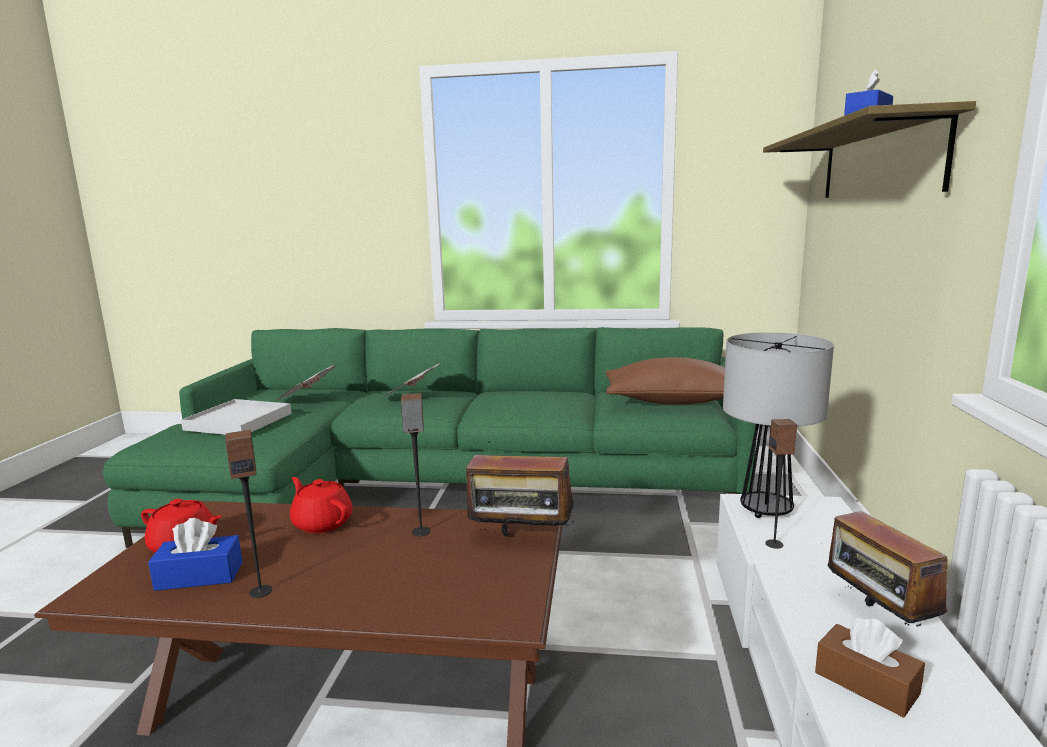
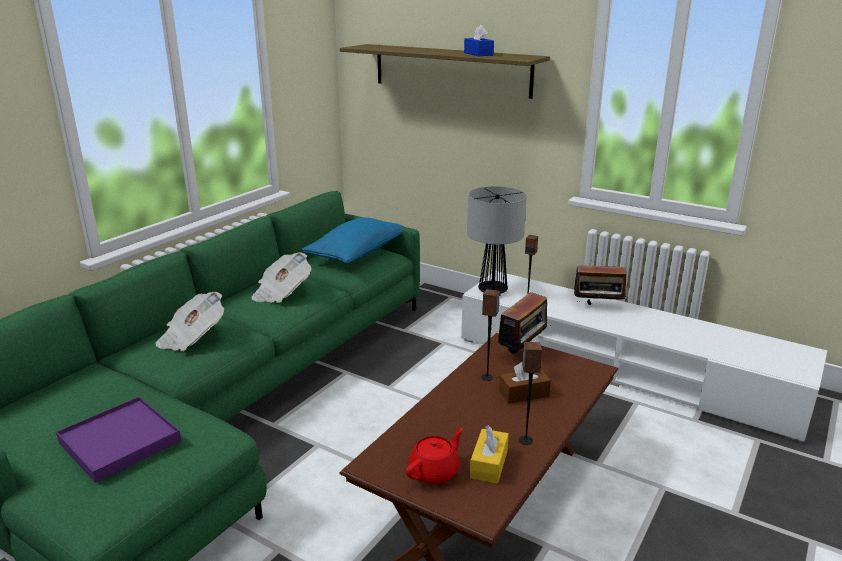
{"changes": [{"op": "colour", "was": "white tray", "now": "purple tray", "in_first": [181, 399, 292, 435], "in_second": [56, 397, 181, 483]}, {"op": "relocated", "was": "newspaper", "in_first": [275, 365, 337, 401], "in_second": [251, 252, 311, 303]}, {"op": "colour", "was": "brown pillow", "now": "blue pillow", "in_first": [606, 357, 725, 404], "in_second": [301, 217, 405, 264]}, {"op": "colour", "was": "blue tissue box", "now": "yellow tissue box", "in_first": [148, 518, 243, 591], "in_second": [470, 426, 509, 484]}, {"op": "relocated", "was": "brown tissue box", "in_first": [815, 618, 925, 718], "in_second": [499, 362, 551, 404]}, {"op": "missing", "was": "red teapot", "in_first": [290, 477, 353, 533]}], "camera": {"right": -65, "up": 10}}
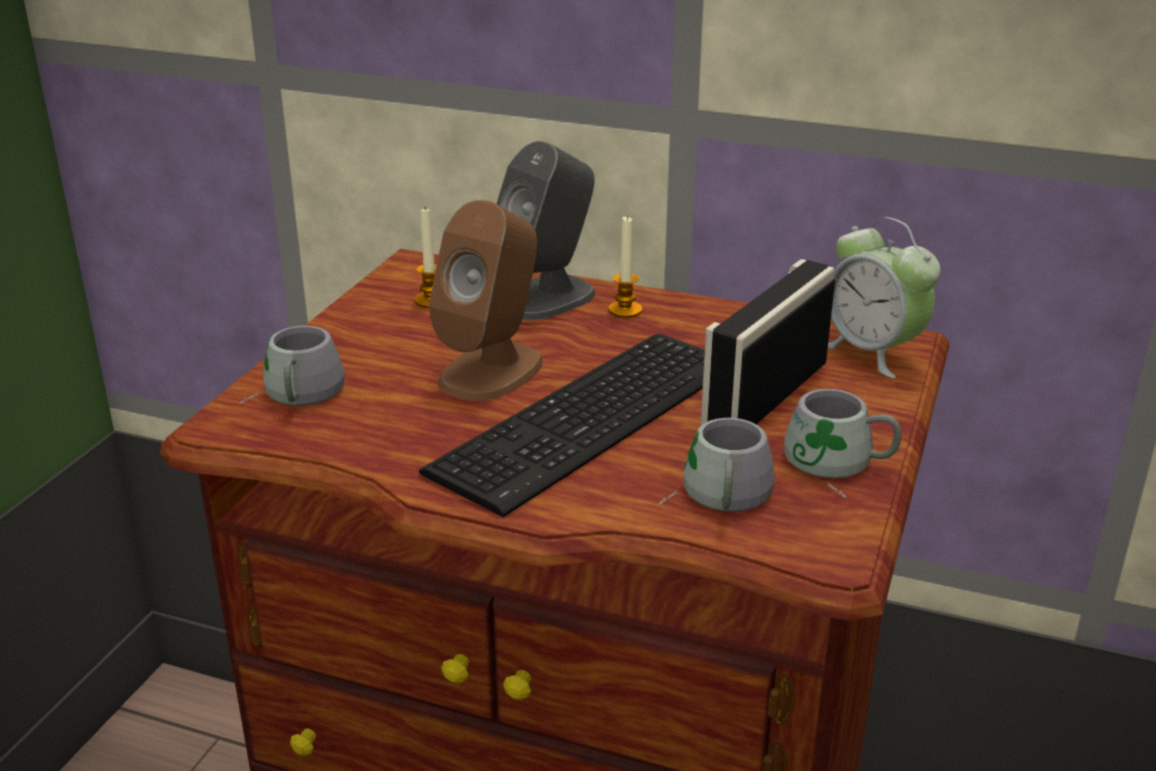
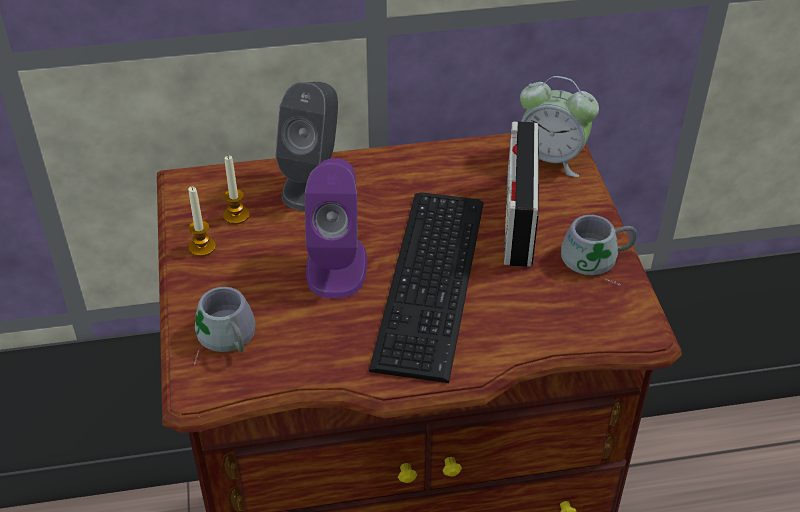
{"changes": [{"op": "relocated", "was": "candle", "in_first": [608, 215, 642, 318], "in_second": [188, 187, 216, 257]}, {"op": "colour", "was": "brown speaker", "now": "purple speaker", "in_first": [429, 200, 543, 401], "in_second": [305, 158, 367, 299]}, {"op": "missing", "was": "grey mug", "in_first": [659, 418, 775, 512]}], "camera": {"right": -30, "up": 15}}
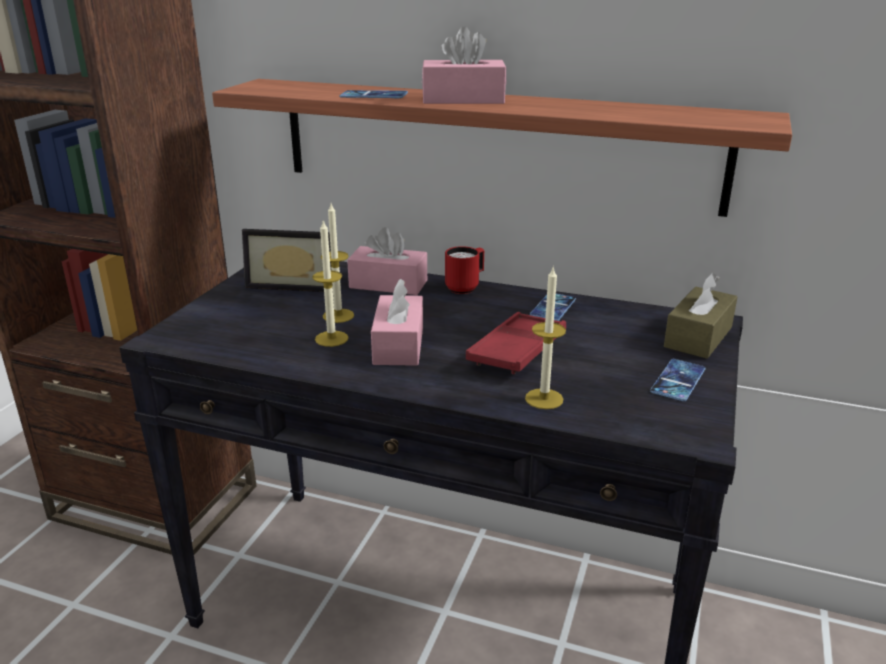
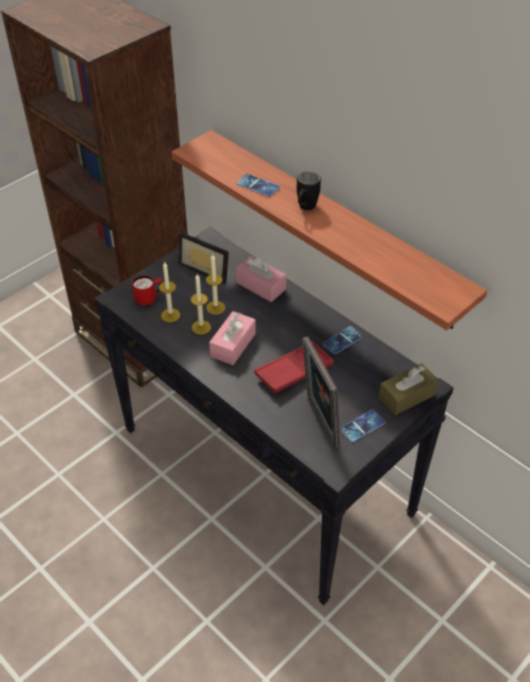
{"changes": [{"op": "relocated", "was": "red mug", "in_first": [445, 246, 484, 294], "in_second": [132, 275, 162, 306]}, {"op": "relocated", "was": "candle", "in_first": [525, 268, 566, 409], "in_second": [159, 261, 180, 322]}, {"op": "exchanged", "was": "pink tissue box", "now": "black mug", "in_first": [422, 26, 506, 104], "in_second": [297, 171, 321, 210]}, {"op": "appeared", "now": "picture frame", "in_second": [302, 336, 340, 448]}], "camera": {"right": 25, "up": 20}}
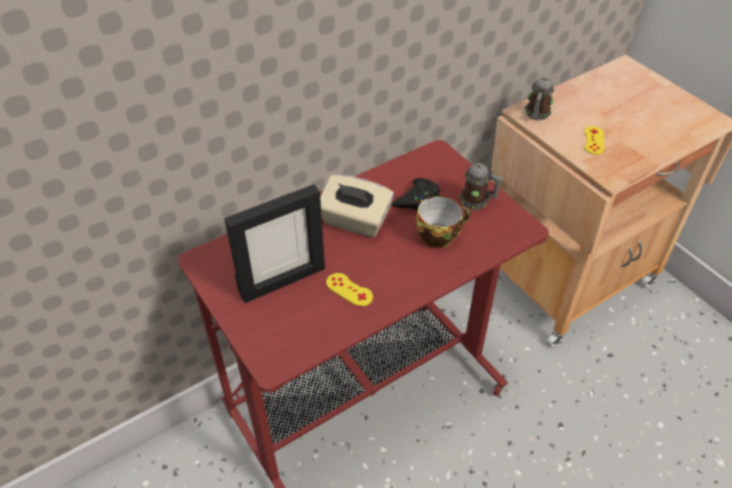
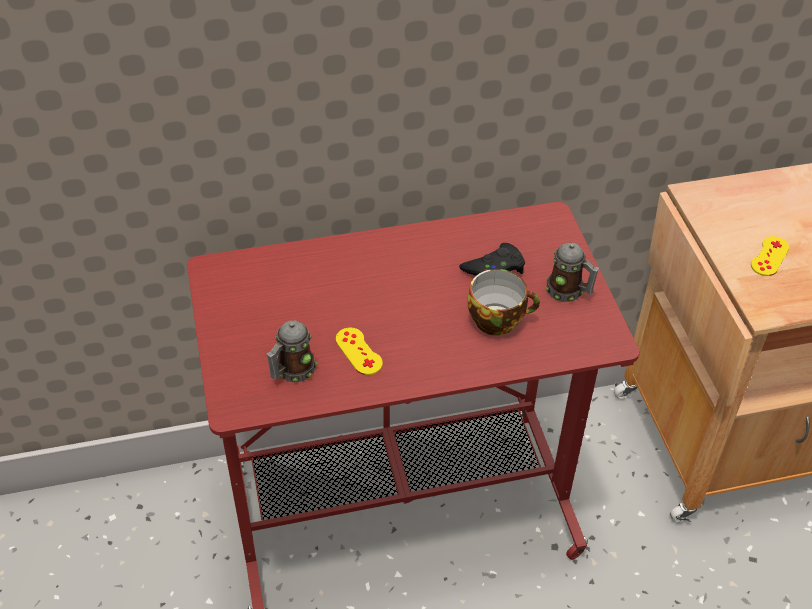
{"changes": [{"op": "relocated", "was": "mug", "in_first": [525, 78, 554, 120], "in_second": [266, 320, 317, 383]}, {"op": "missing", "was": "picture frame", "in_first": [224, 184, 325, 303]}, {"op": "missing", "was": "beige tissue box", "in_first": [320, 175, 394, 238]}], "camera": {"right": 20, "up": 0}}
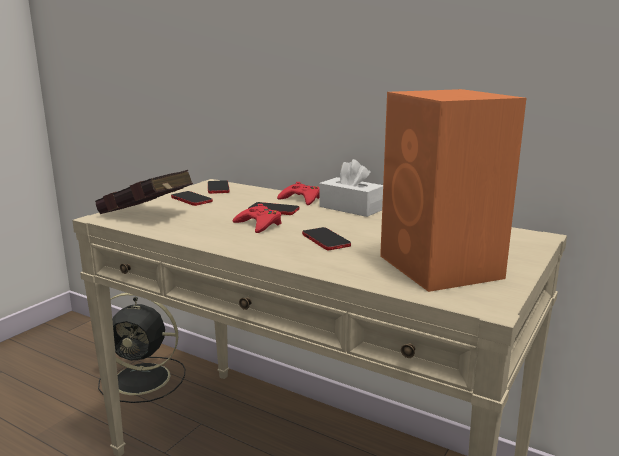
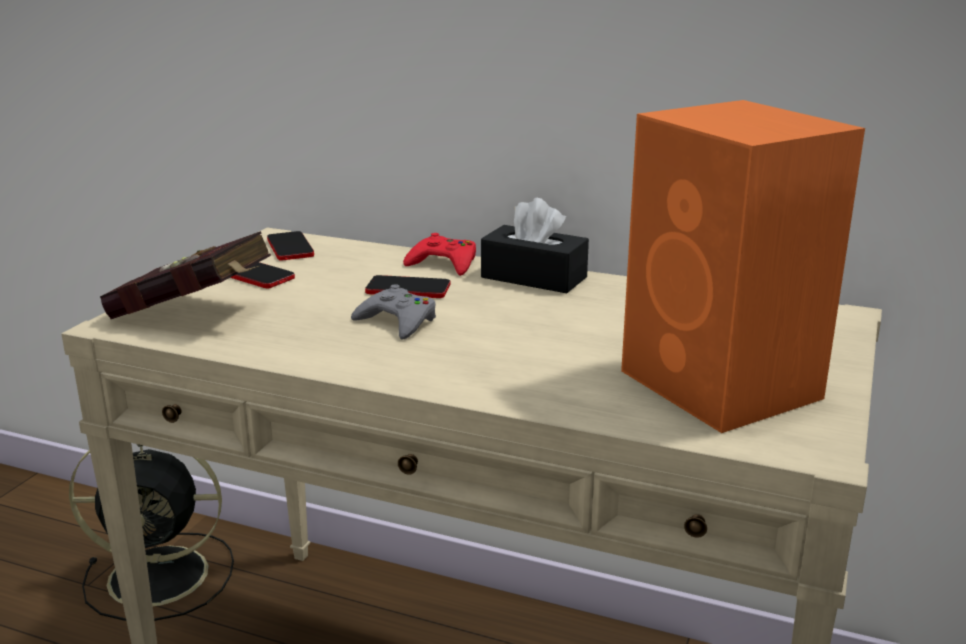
{"changes": [{"op": "colour", "was": "red game controller", "now": "grey game controller", "in_first": [233, 204, 282, 233], "in_second": [351, 284, 436, 340]}, {"op": "colour", "was": "white tissue box", "now": "black tissue box", "in_first": [320, 159, 383, 217], "in_second": [481, 198, 589, 293]}, {"op": "missing", "was": "phone", "in_first": [302, 227, 351, 251]}], "camera": {"right": -10, "up": 5}}
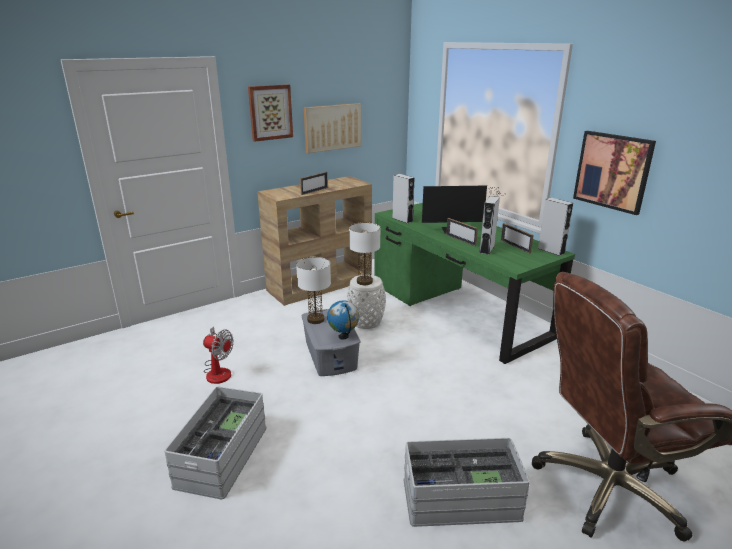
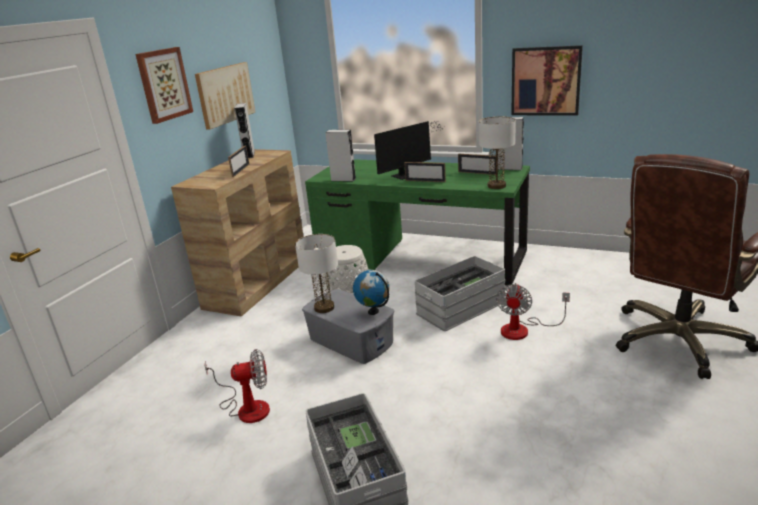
{"changes": [{"op": "relocated", "was": "grey speaker", "in_first": [479, 196, 500, 255], "in_second": [234, 103, 255, 158]}, {"op": "relocated", "was": "grey storage box", "in_first": [404, 438, 530, 527], "in_second": [415, 256, 505, 331]}, {"op": "relocated", "was": "table lamp", "in_first": [349, 222, 380, 285], "in_second": [479, 117, 516, 189]}, {"op": "appeared", "now": "fan", "in_second": [496, 283, 570, 340]}], "camera": {"right": -30, "up": 0}}
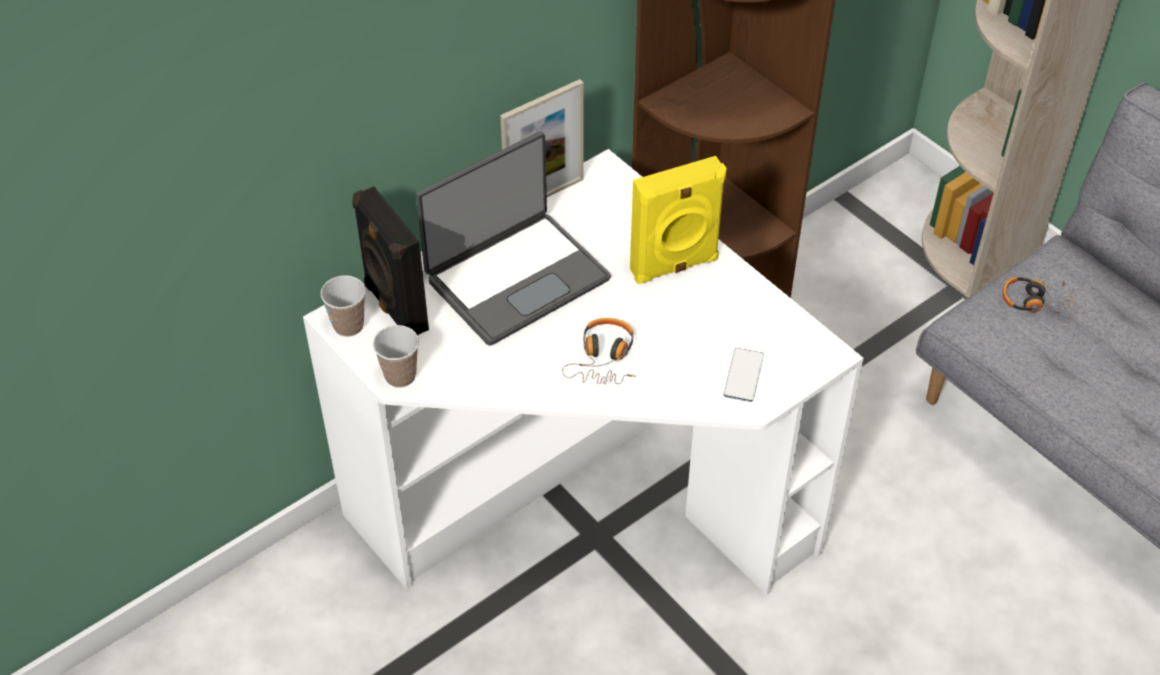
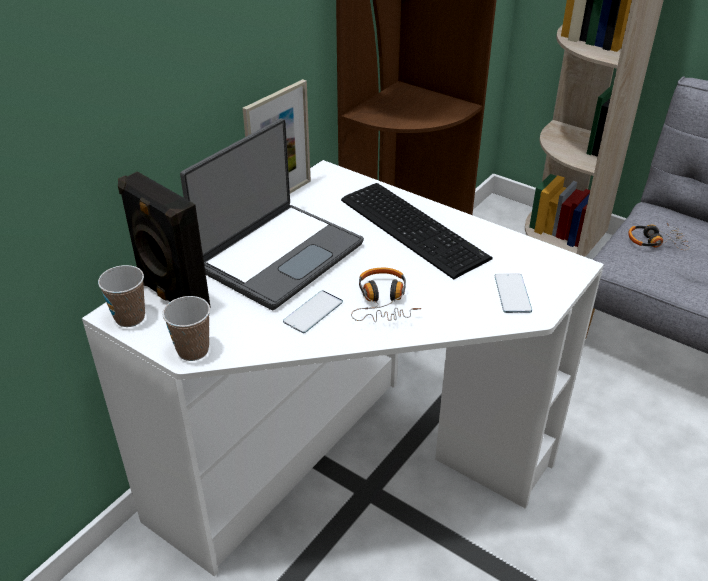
{"changes": [{"op": "appeared", "now": "phone", "in_second": [283, 290, 343, 333]}, {"op": "exchanged", "was": "yellow speaker", "now": "keyboard", "in_first": [630, 156, 727, 284], "in_second": [341, 183, 493, 279]}], "camera": {"right": -15, "up": -10}}
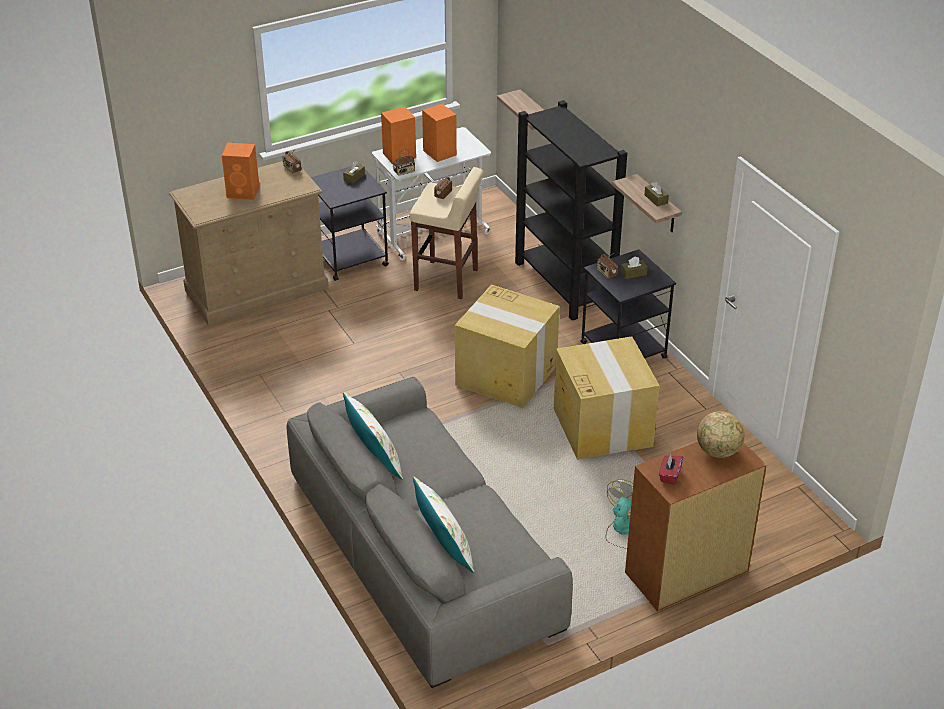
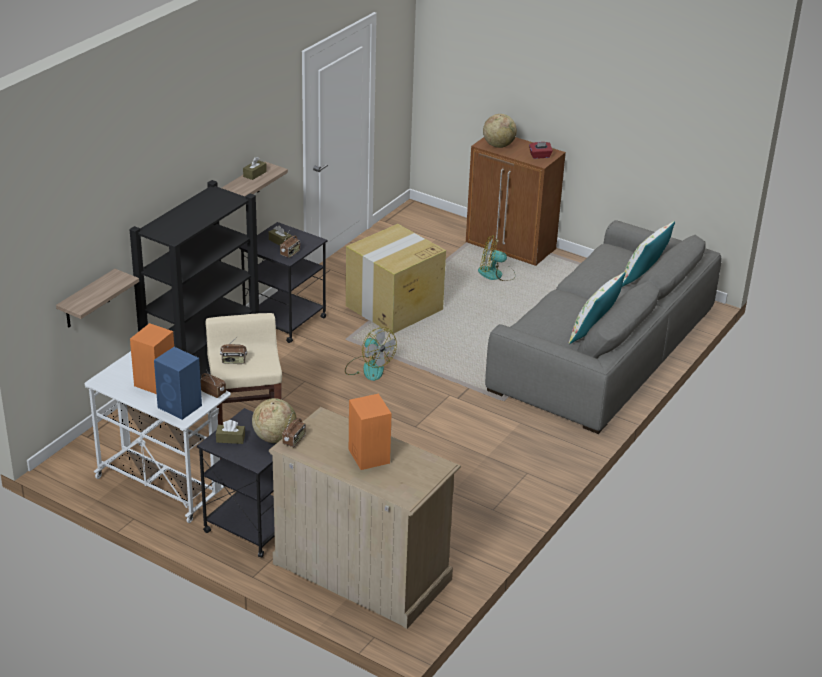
{"changes": [{"op": "colour", "was": "orange speaker", "now": "blue speaker", "in_first": [381, 107, 416, 164], "in_second": [154, 347, 202, 420]}, {"op": "appeared", "now": "globe", "in_second": [252, 398, 297, 443]}, {"op": "exchanged", "was": "cardboard box", "now": "fan", "in_first": [455, 284, 560, 408], "in_second": [345, 327, 397, 381]}], "camera": {"right": -120, "up": -5}}
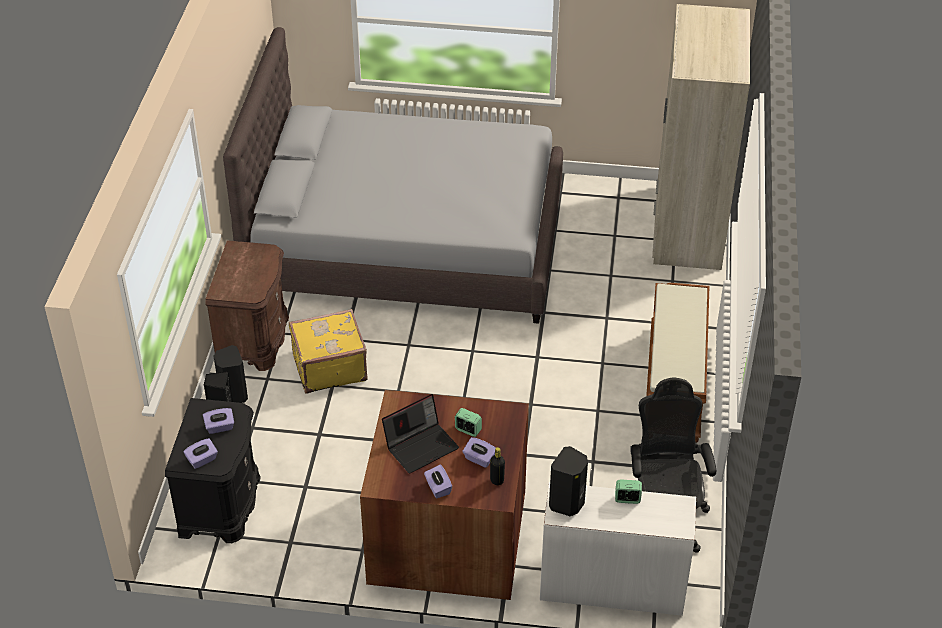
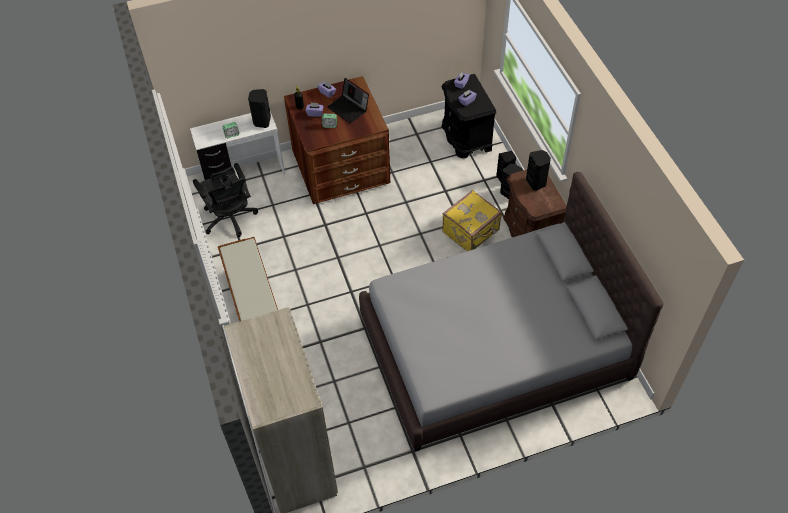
{"changes": [{"op": "spun", "was": "laptop", "in_first": [382, 394, 459, 473], "in_second": [327, 78, 369, 123], "clockwise": -75}, {"op": "appeared", "now": "black speaker", "in_second": [526, 150, 551, 191]}], "camera": {"right": 155, "up": 10}}
